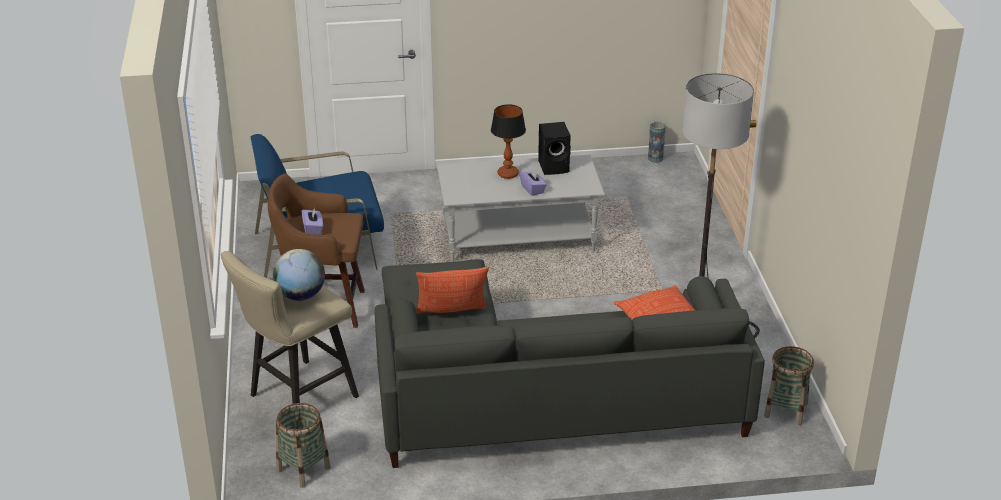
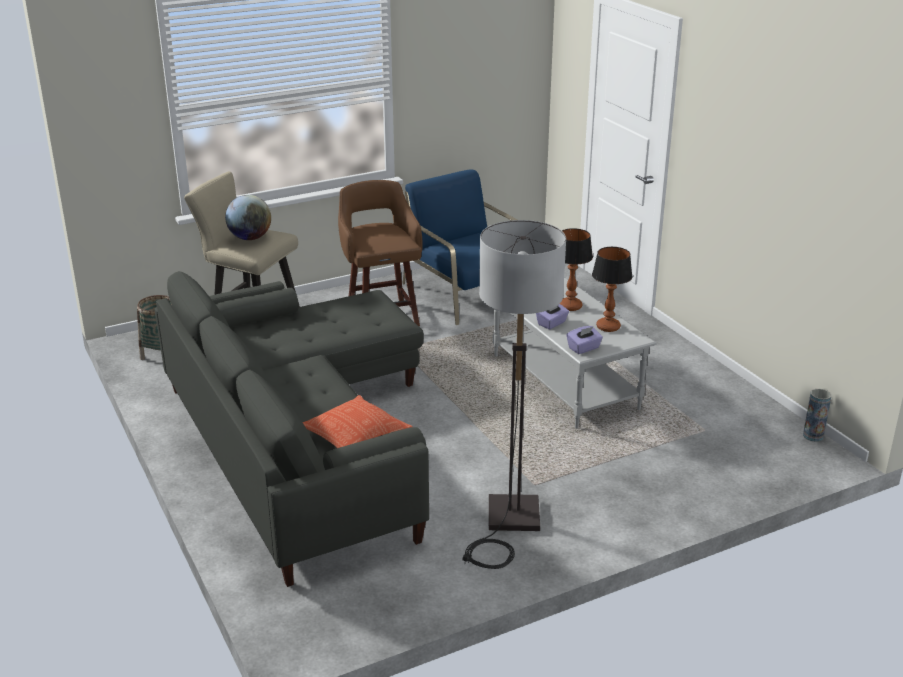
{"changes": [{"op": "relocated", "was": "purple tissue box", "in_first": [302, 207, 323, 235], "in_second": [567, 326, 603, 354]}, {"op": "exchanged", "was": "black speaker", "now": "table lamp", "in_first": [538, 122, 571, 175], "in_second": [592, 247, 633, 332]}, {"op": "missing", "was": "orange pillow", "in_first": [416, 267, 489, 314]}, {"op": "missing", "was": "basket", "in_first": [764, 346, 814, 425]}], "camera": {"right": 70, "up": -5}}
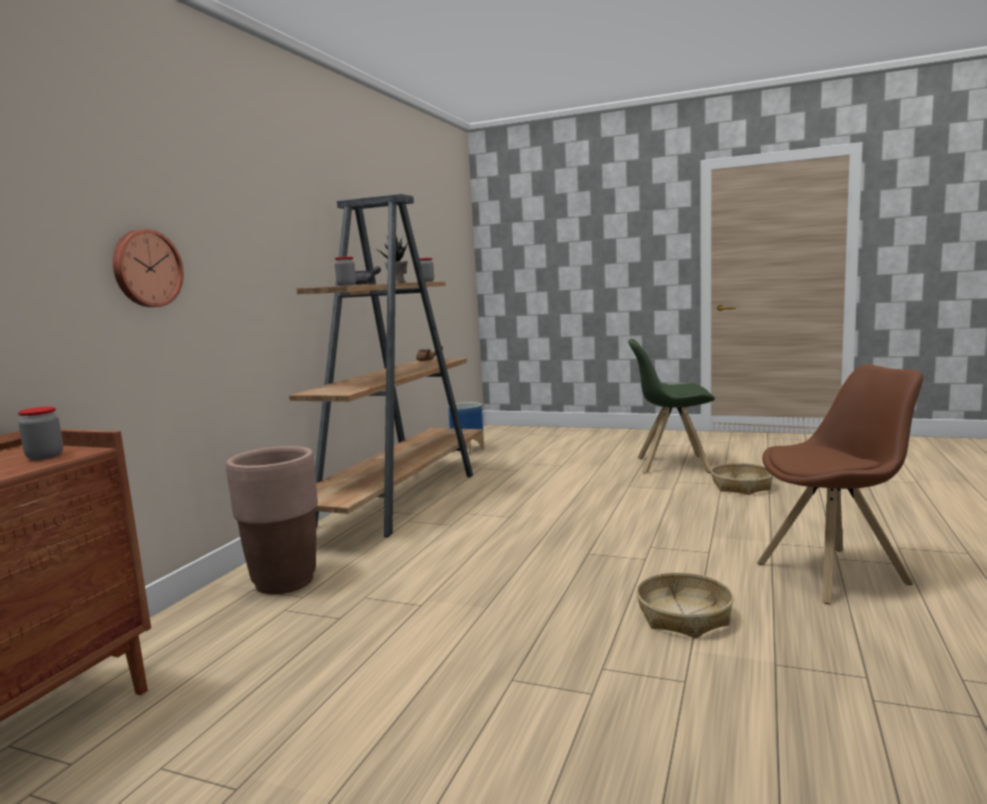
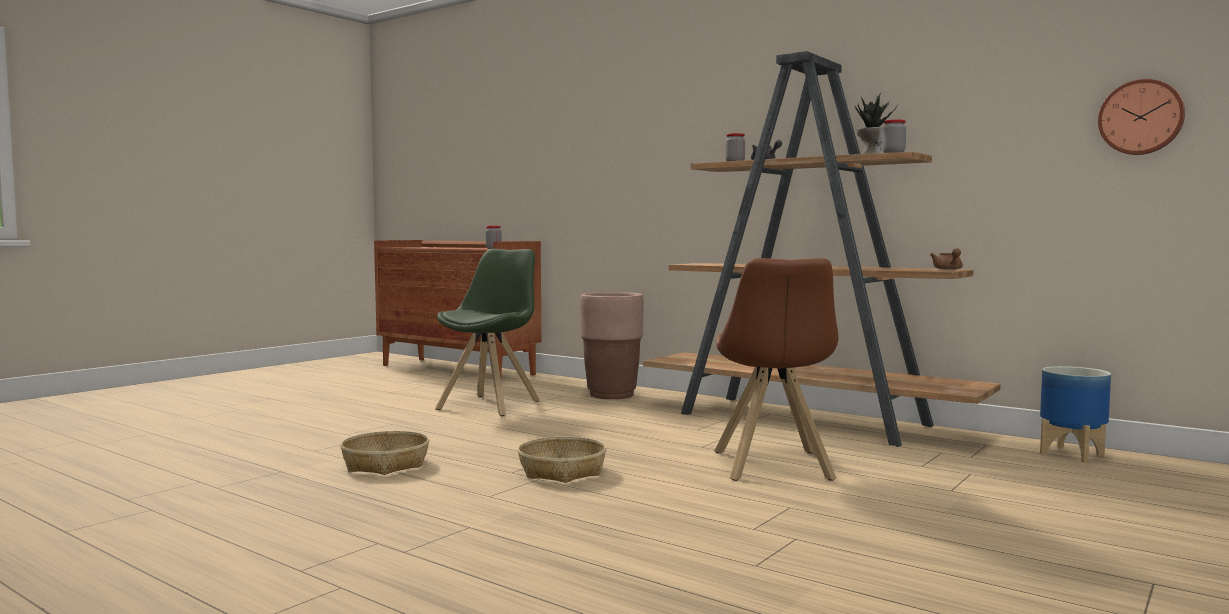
{"changes": [{"op": "relocated", "was": "green chair", "in_first": [628, 339, 715, 474], "in_second": [435, 249, 540, 416]}, {"op": "relocated", "was": "basket", "in_first": [711, 463, 773, 495], "in_second": [518, 437, 606, 483]}, {"op": "relocated", "was": "brown chair", "in_first": [757, 364, 923, 604], "in_second": [714, 258, 838, 481]}, {"op": "relocated", "was": "wall clock", "in_first": [113, 229, 184, 307], "in_second": [1098, 79, 1185, 155]}], "camera": {"right": 105, "up": -5}}
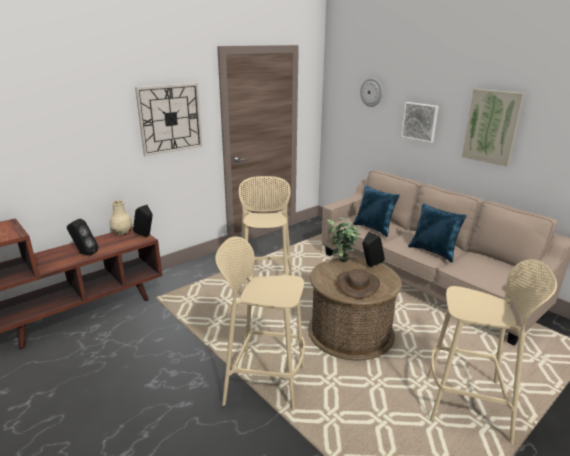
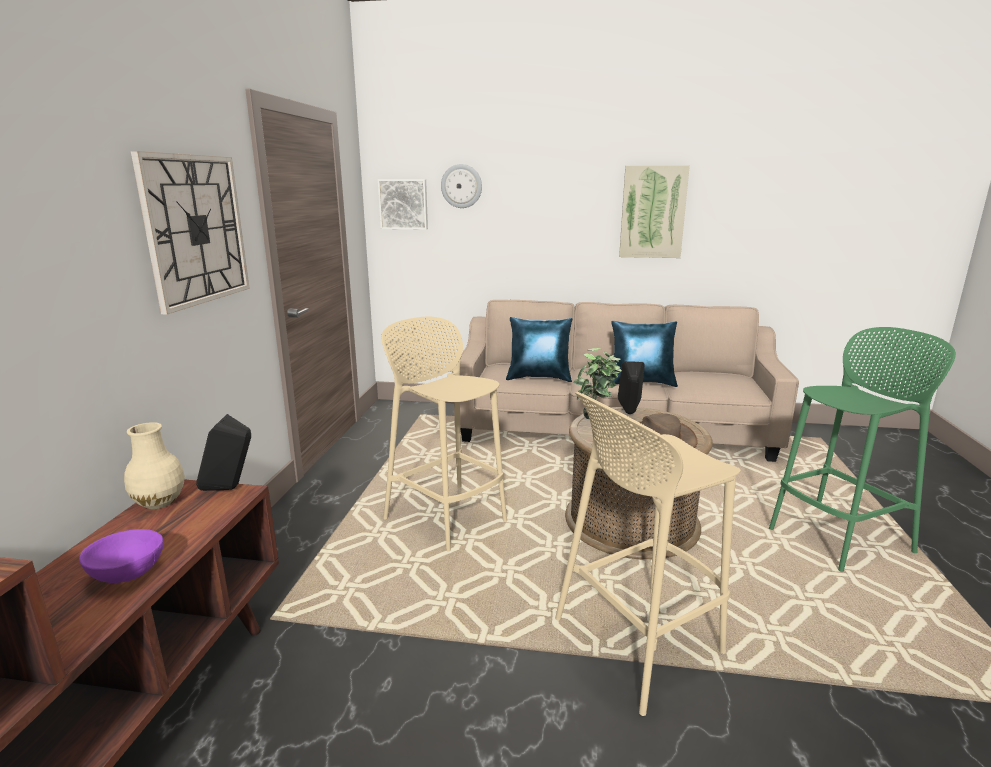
{"changes": [{"op": "exchanged", "was": "black speaker", "now": "purple bowl", "in_first": [67, 219, 98, 256], "in_second": [79, 529, 163, 583]}, {"op": "relocated", "was": "picture", "in_first": [401, 102, 439, 143], "in_second": [378, 179, 428, 230]}, {"op": "colour", "was": "beige stool", "now": "green stool", "in_first": [427, 259, 557, 444], "in_second": [769, 327, 956, 572]}], "camera": {"right": -40, "up": -5}}
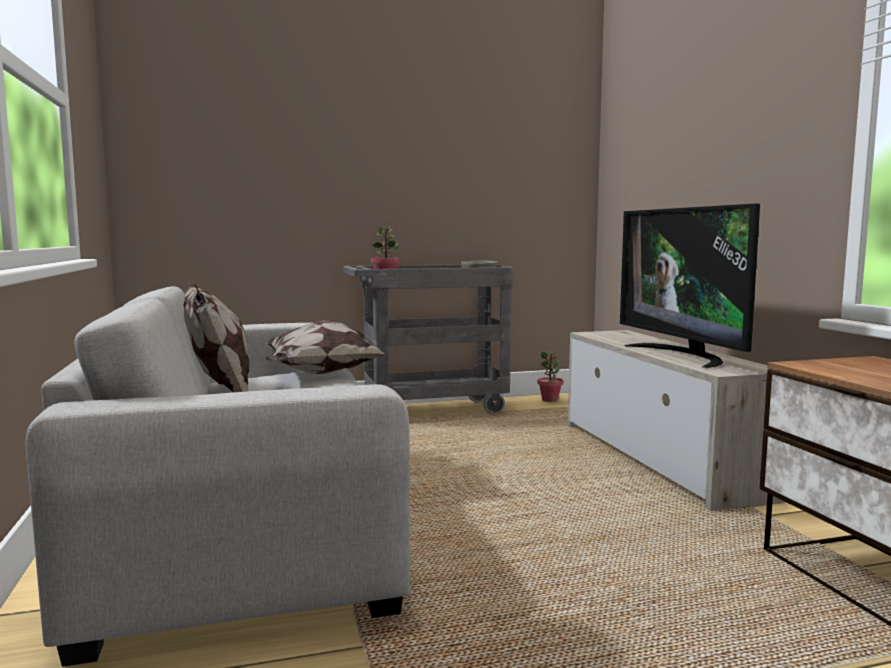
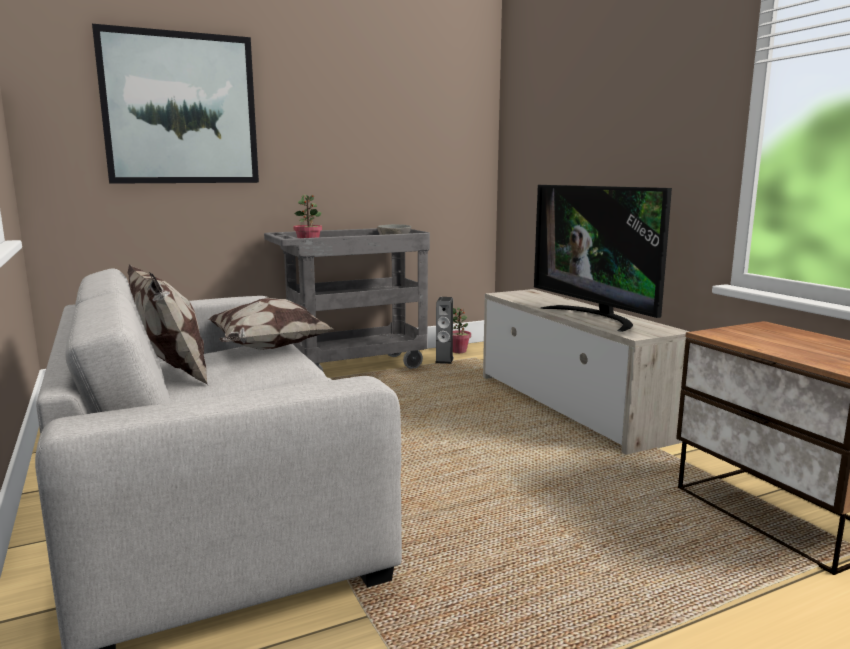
{"changes": [{"op": "appeared", "now": "picture", "in_second": [92, 24, 259, 184]}, {"op": "appeared", "now": "speaker", "in_second": [435, 297, 454, 364]}], "camera": {"right": -10, "up": 5}}
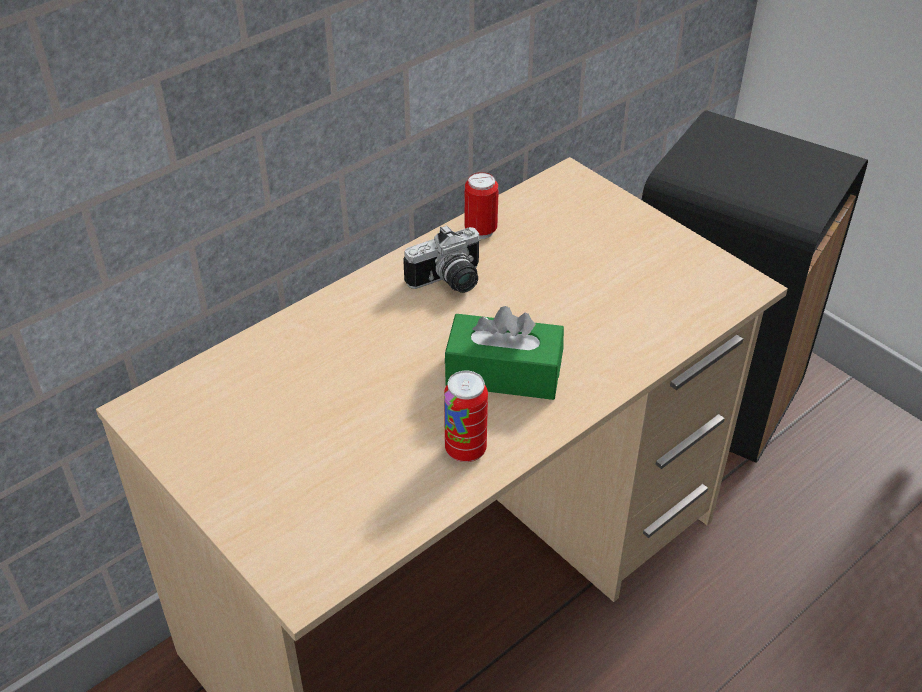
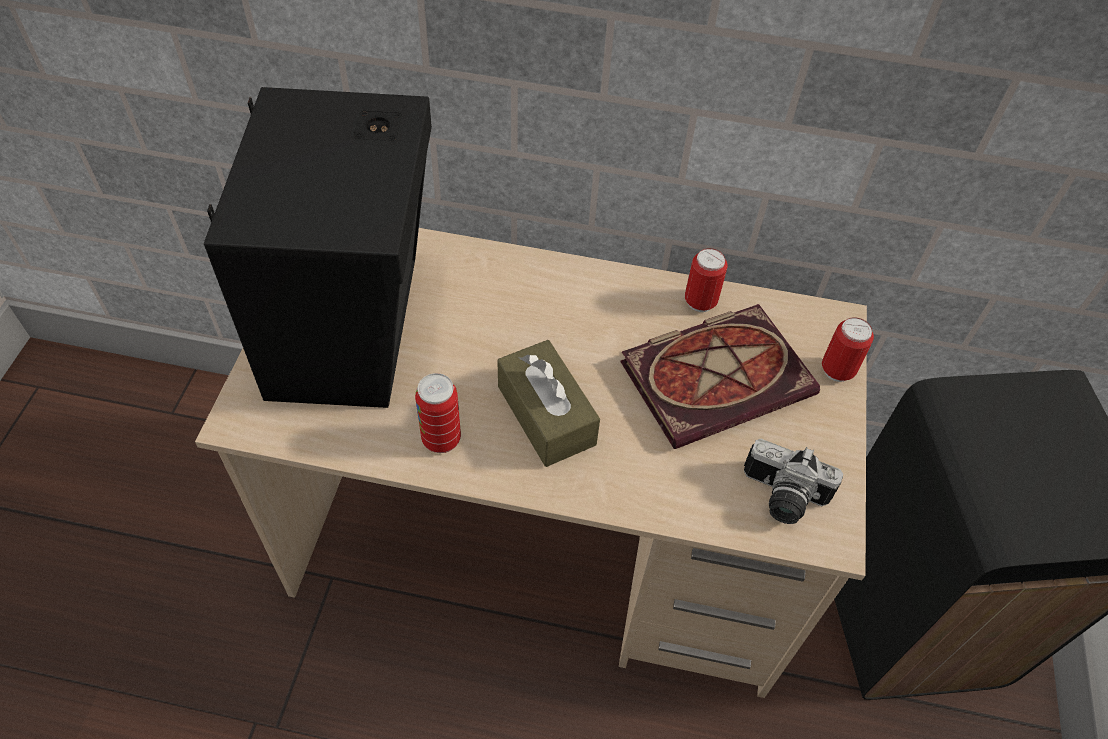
{"changes": [{"op": "appeared", "now": "black speaker", "in_second": [204, 87, 432, 408]}, {"op": "colour", "was": "green tissue box", "now": "brown tissue box", "in_first": [445, 306, 564, 400], "in_second": [497, 340, 600, 467]}, {"op": "appeared", "now": "book", "in_second": [620, 304, 820, 449]}, {"op": "relocated", "was": "photo camera", "in_first": [403, 225, 480, 293], "in_second": [744, 439, 843, 524]}, {"op": "appeared", "now": "can", "in_second": [822, 317, 874, 382]}], "camera": {"right": 50, "up": 10}}
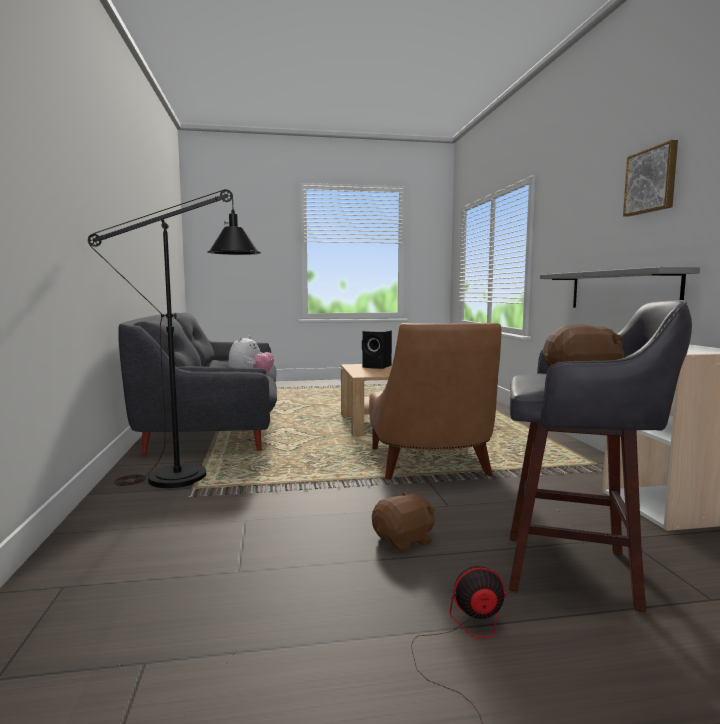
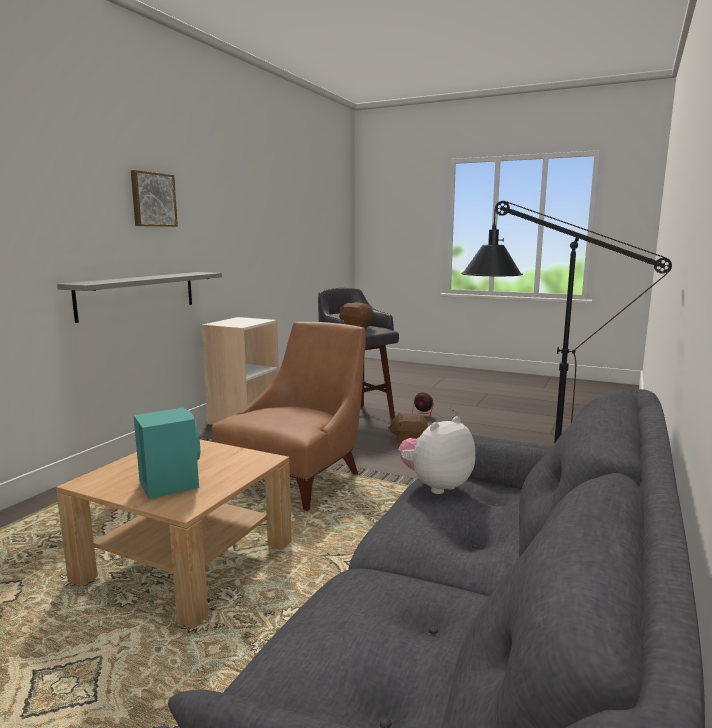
{"changes": [{"op": "colour", "was": "black speaker", "now": "turquoise speaker", "in_first": [362, 330, 392, 369], "in_second": [134, 407, 200, 499]}], "camera": {"right": -145, "up": 5}}
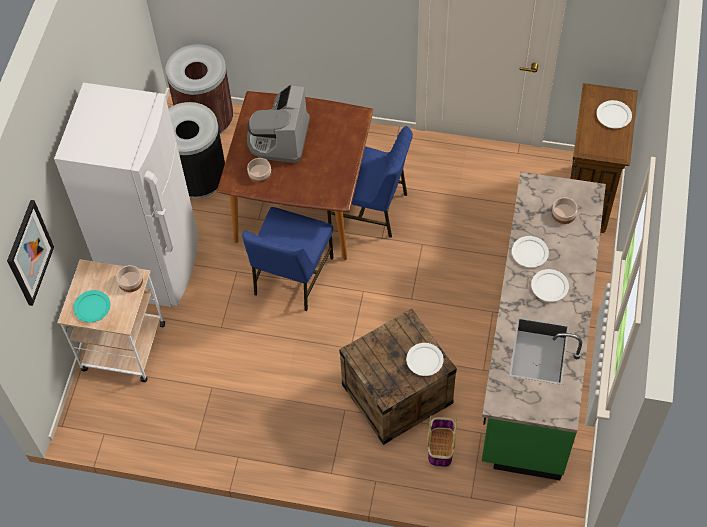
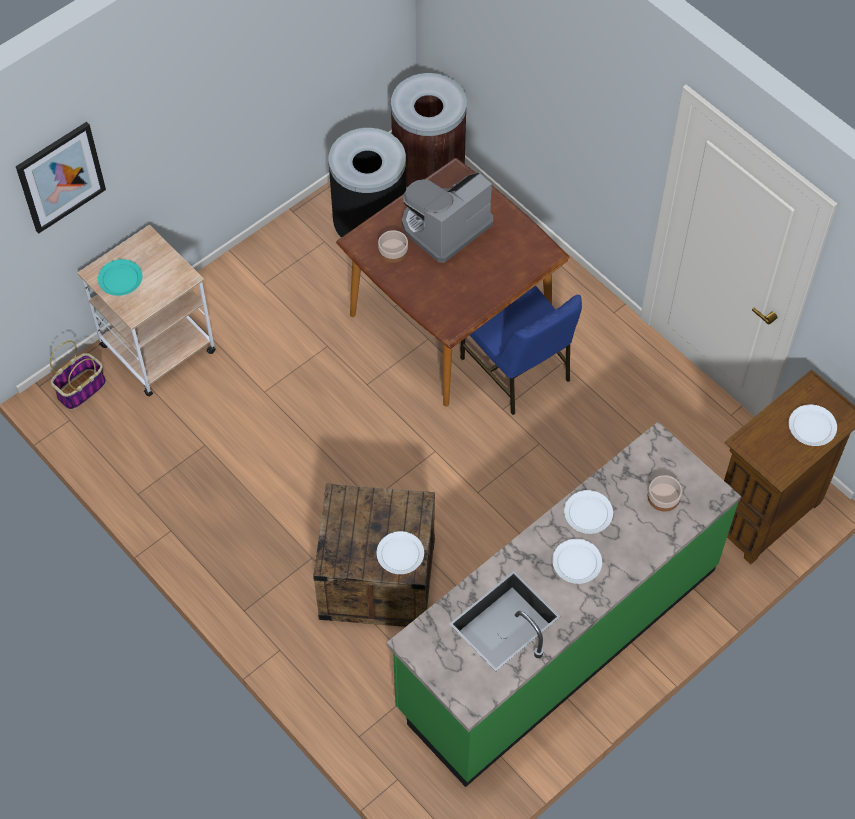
{"changes": [{"op": "relocated", "was": "basket", "in_first": [427, 415, 457, 467], "in_second": [50, 340, 106, 410]}, {"op": "missing", "was": "white fridge", "in_first": [54, 83, 199, 307]}, {"op": "missing", "was": "bowl", "in_first": [116, 265, 143, 292]}, {"op": "missing", "was": "blue chair", "in_first": [242, 207, 334, 311]}], "camera": {"right": 35, "up": 0}}
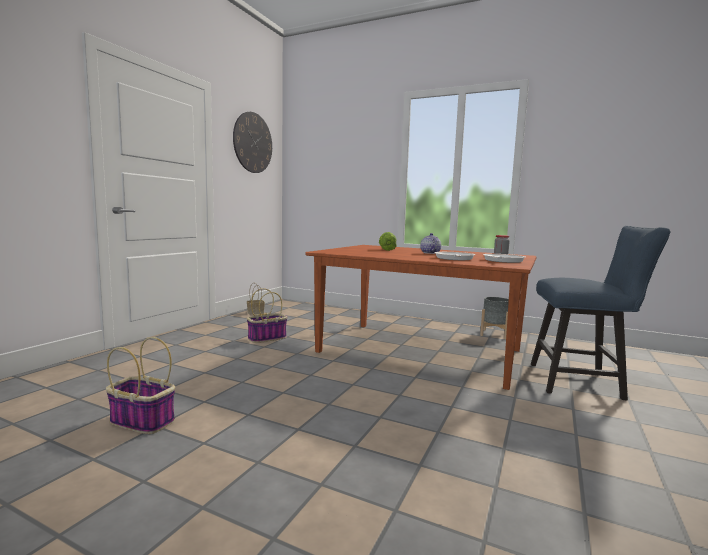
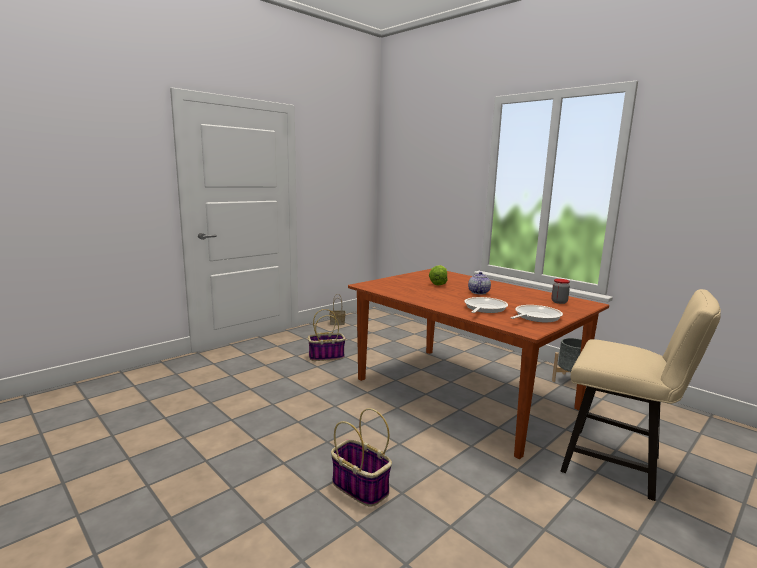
{"changes": [{"op": "relocated", "was": "basket", "in_first": [106, 337, 175, 434], "in_second": [331, 408, 392, 507]}, {"op": "colour", "was": "blue chair", "now": "beige chair", "in_first": [531, 226, 671, 400], "in_second": [561, 289, 721, 501]}, {"op": "missing", "was": "wall clock", "in_first": [233, 112, 272, 173]}], "camera": {"right": 20, "up": 5}}
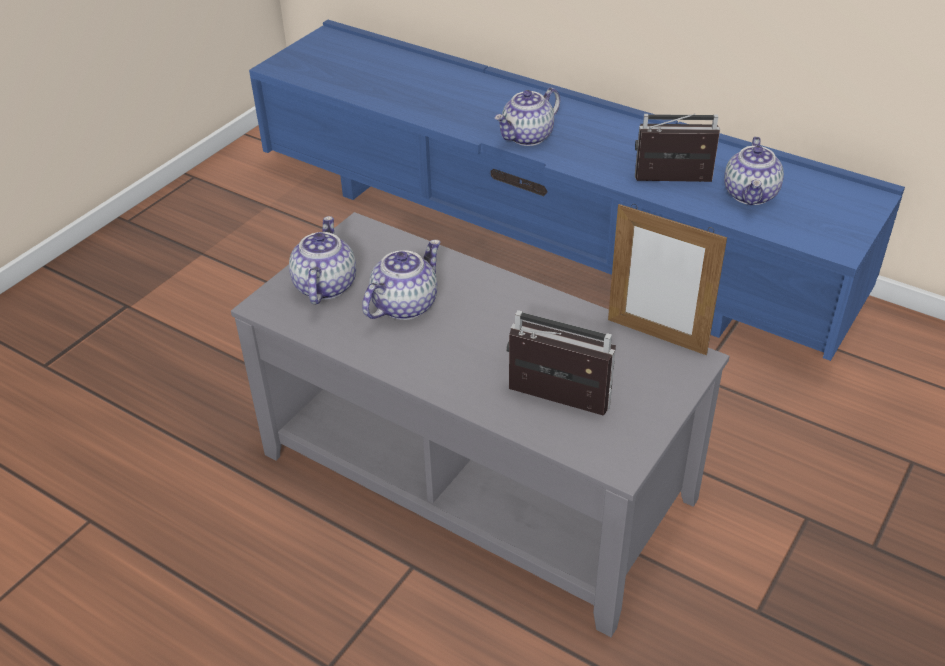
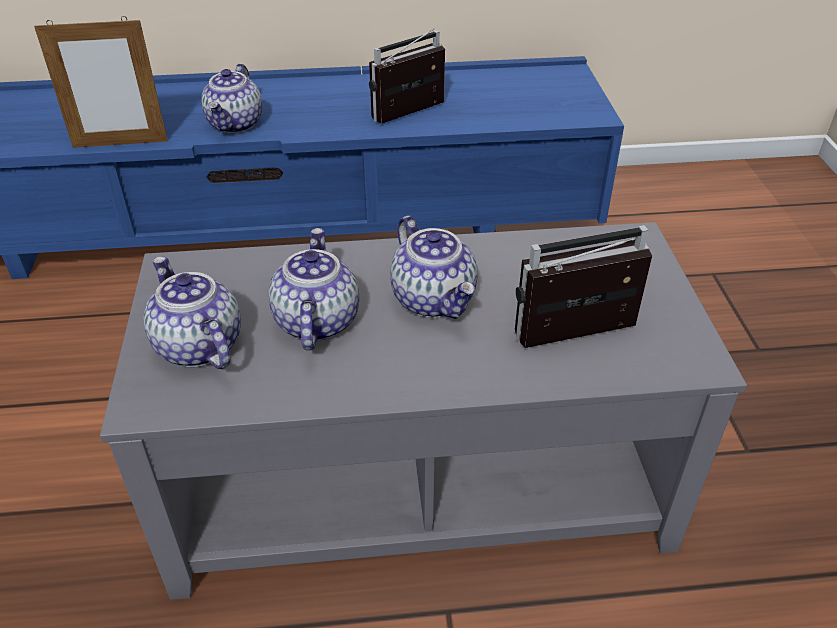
{"changes": [{"op": "relocated", "was": "picture frame", "in_first": [608, 204, 727, 355], "in_second": [34, 16, 168, 148]}, {"op": "relocated", "was": "teapot", "in_first": [724, 136, 784, 205], "in_second": [390, 216, 478, 319]}], "camera": {"right": -40, "up": 0}}
